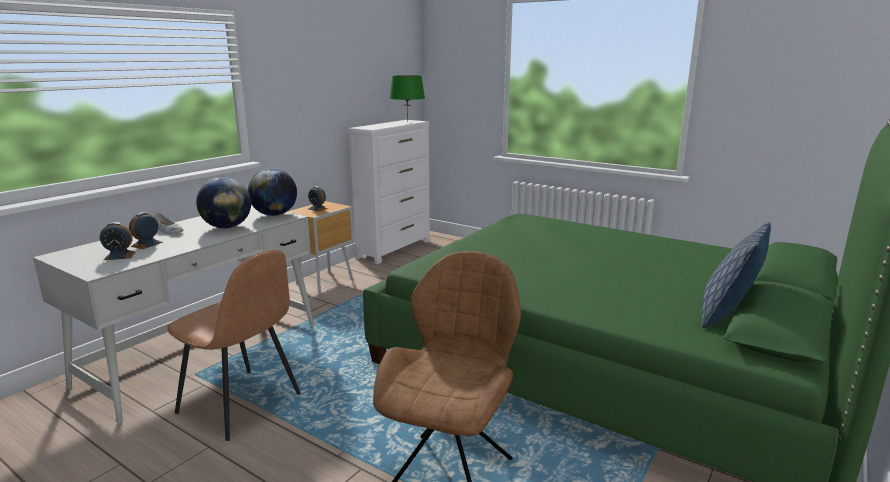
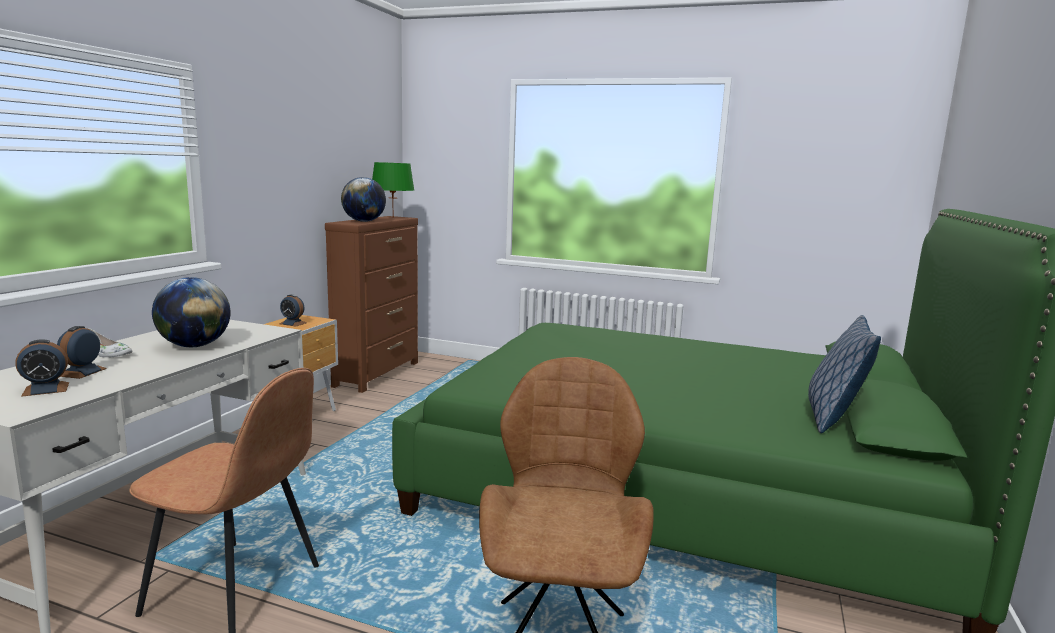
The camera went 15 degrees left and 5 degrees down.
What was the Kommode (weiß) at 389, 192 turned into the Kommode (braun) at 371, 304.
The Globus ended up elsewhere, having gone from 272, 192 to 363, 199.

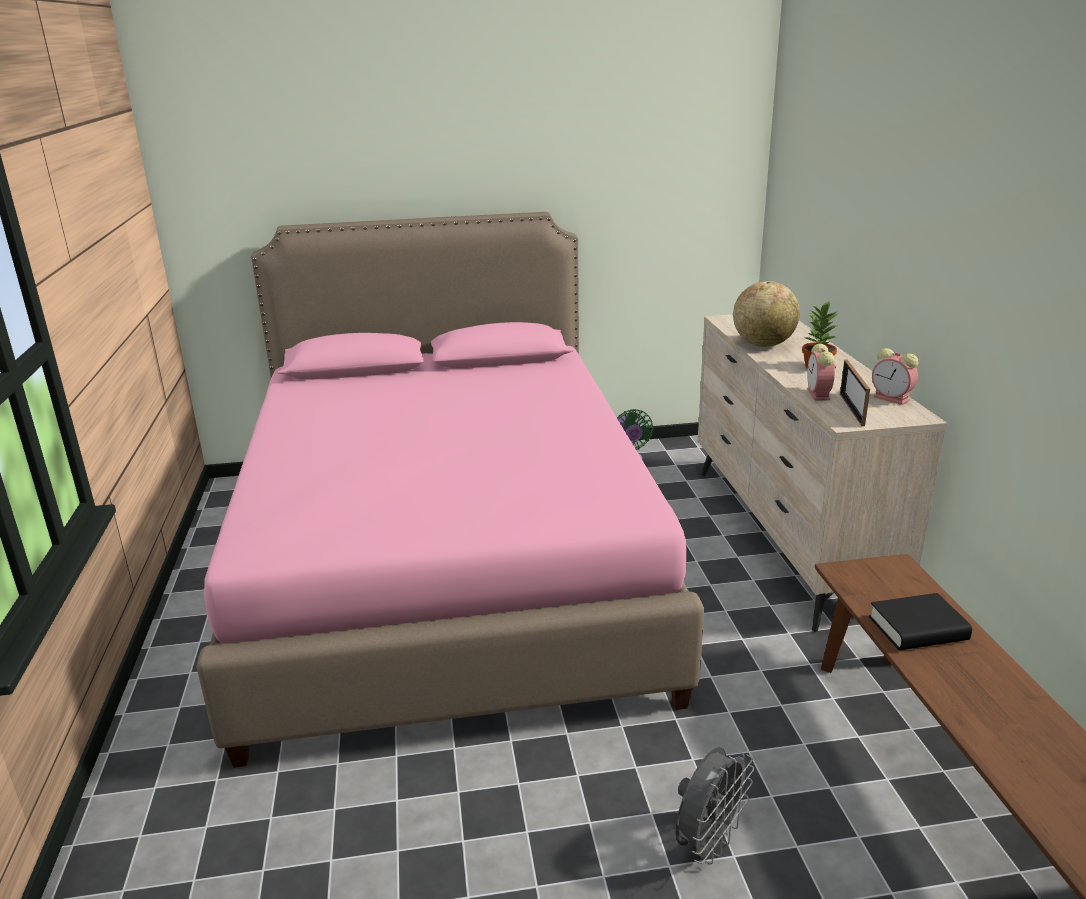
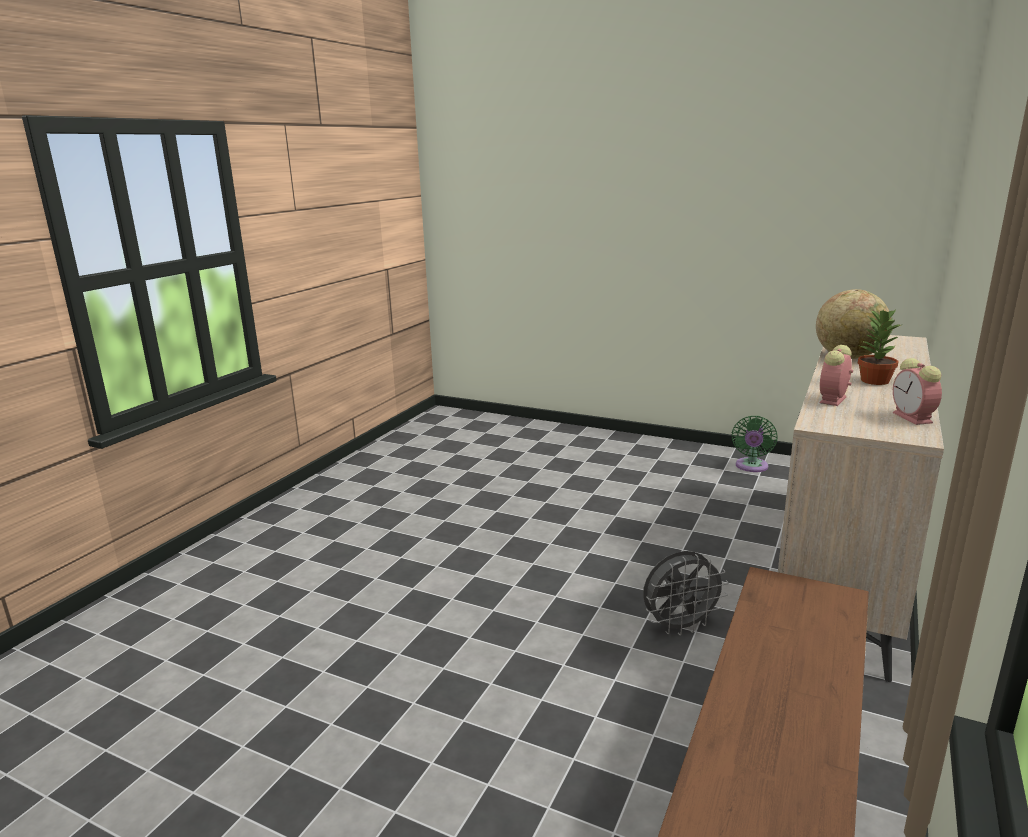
The camera went 35 degrees right and 5 degrees down.
The Ventilator (grau) ended up elsewhere, having gone from 715, 805 to 686, 593.
The second view lost the Bett (rosa) at 450, 490.
The second view lost the Bilderrahmen at 855, 393.
The second view lost the Buch (schwarz) at 920, 621.

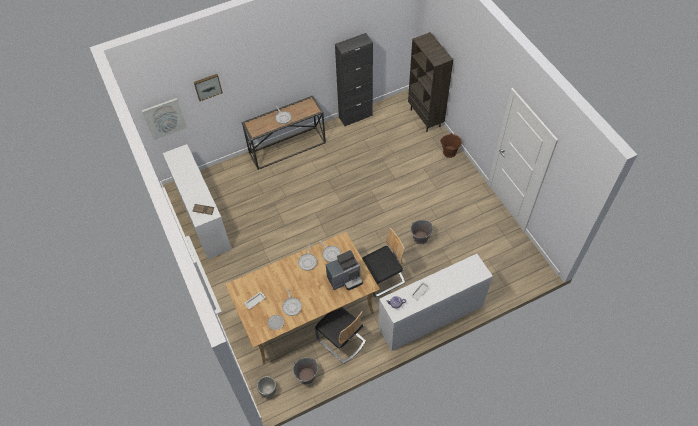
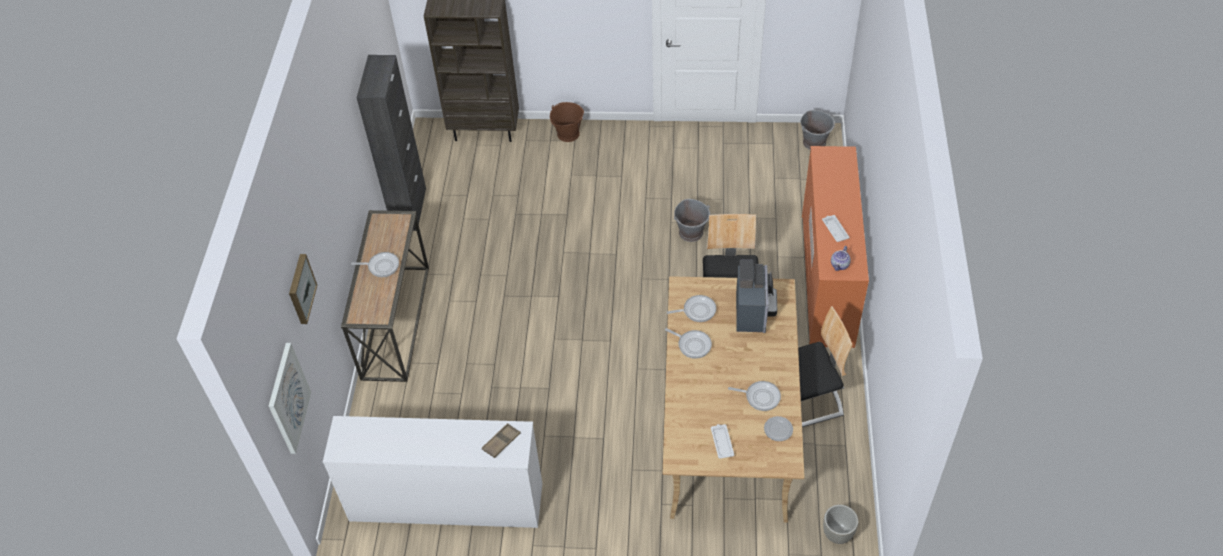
The camera went 60 degrees left and 5 degrees down.
The Eimer (grau) ended up elsewhere, having gone from 305, 371 to 818, 130.
What was the Kommode (weiß) at 436, 302 turned into the Kommode (orange) at 835, 247.

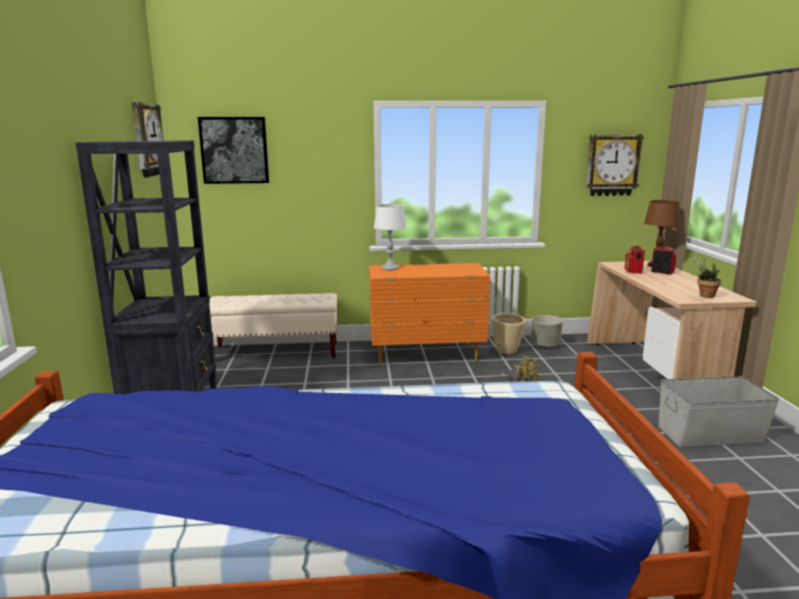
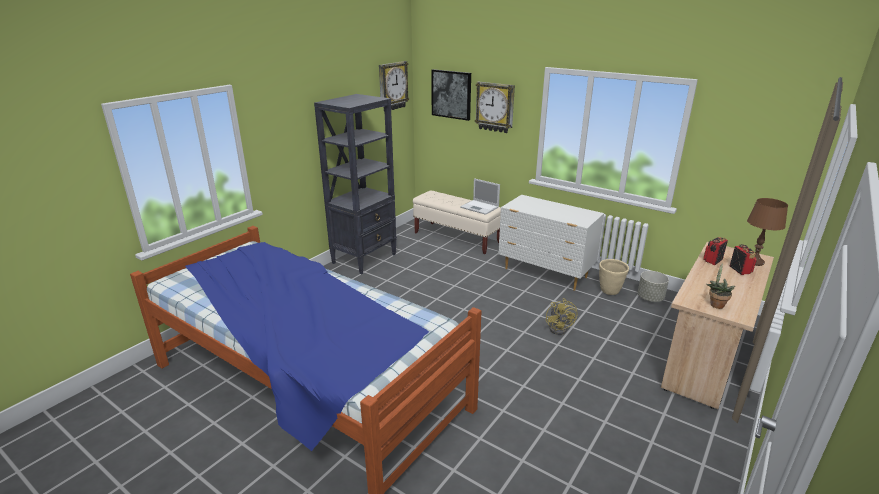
The camera went 40 degrees right and 10 degrees up.
The second view gained the Laptop at 480, 196.
The Wanduhr ended up elsewhere, having gone from 614, 165 to 495, 107.
What was the Kommode (orange) at 429, 314 turned into the Kommode (weiß) at 551, 243.
The second view lost the Tischlampe (weiß) at 390, 237.
The second view lost the Aufbewahrungsbox (grau) at 719, 411.

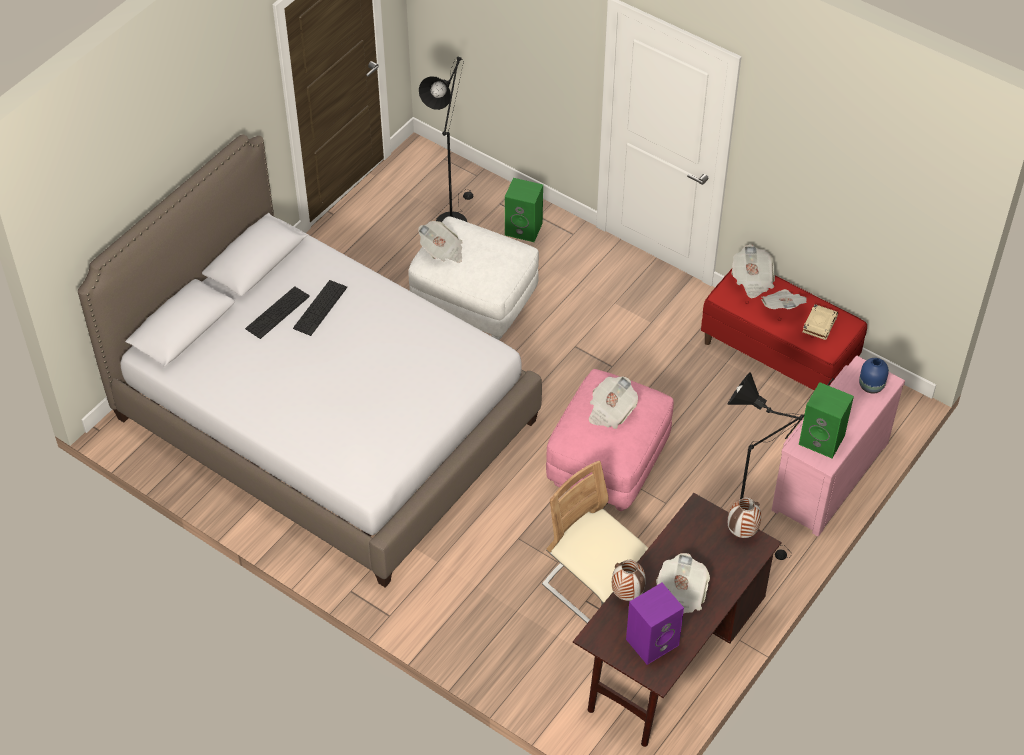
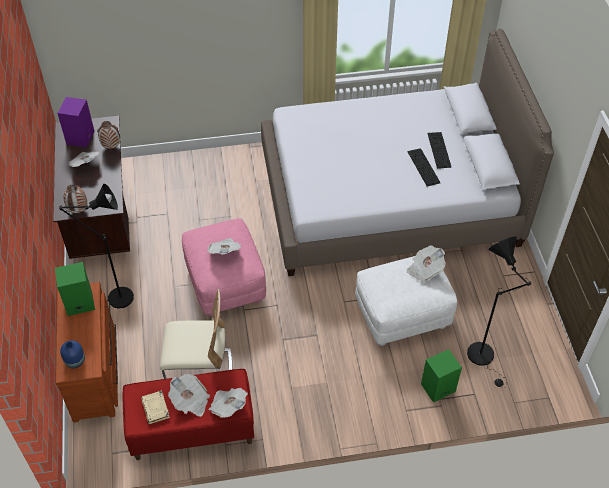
The camera went 135 degrees right and 0 degrees up.
What was the Kommode (rosa) at 838, 446 turned into the Kommode (braun) at 87, 352.
The Stuhl (beige) ended up elsewhere, having gone from 595, 542 to 196, 334.

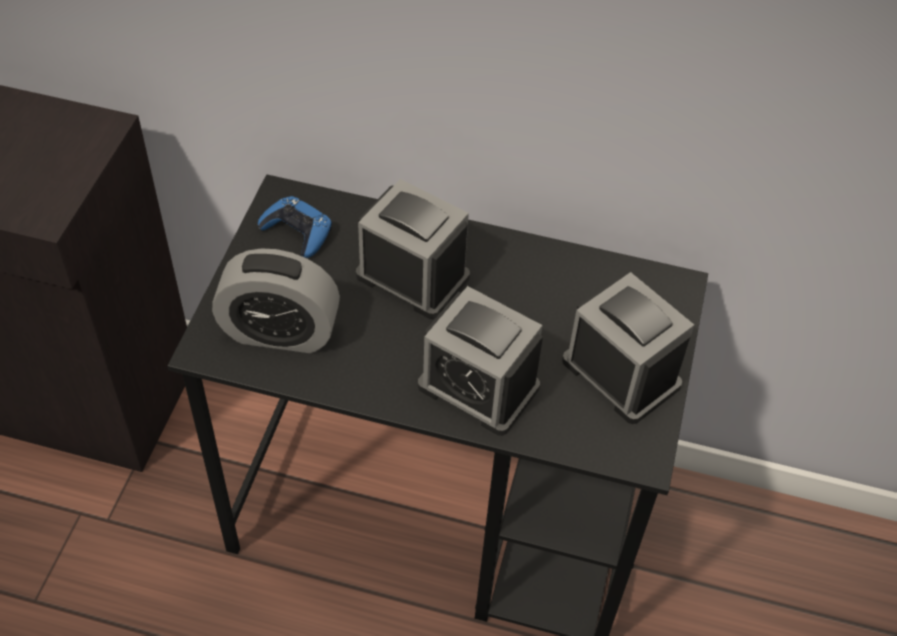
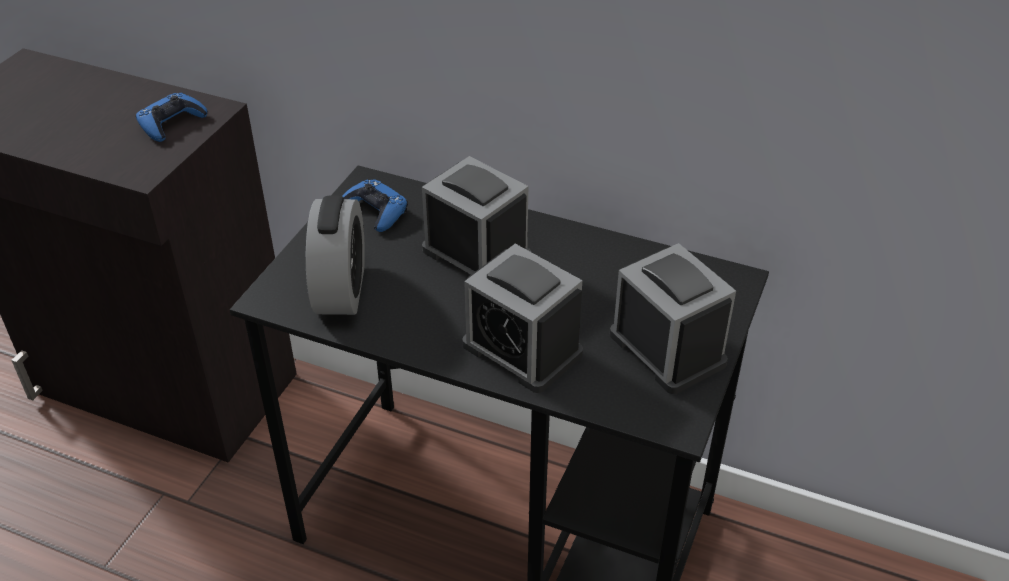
The camera went 10 degrees right and 10 degrees down.
The second view gained the Gamepad (blau) at 171, 117.
The Wecker at 276, 300 ended up facing another way, 105 degrees counterclockwise from before.

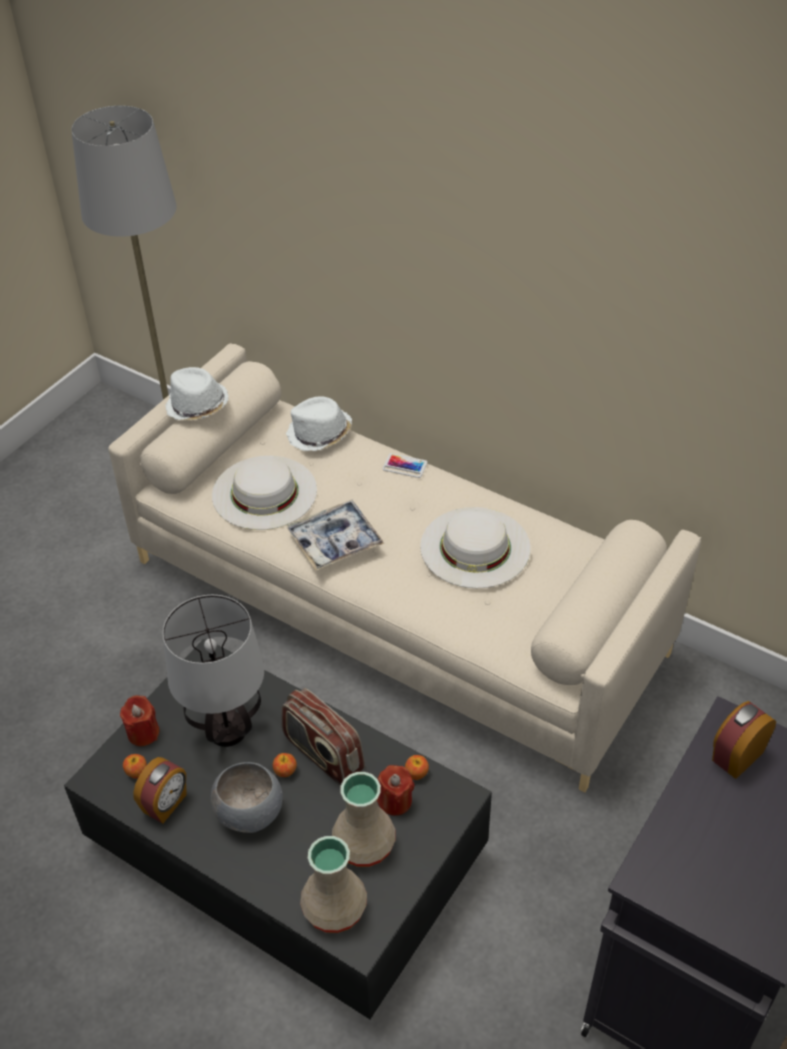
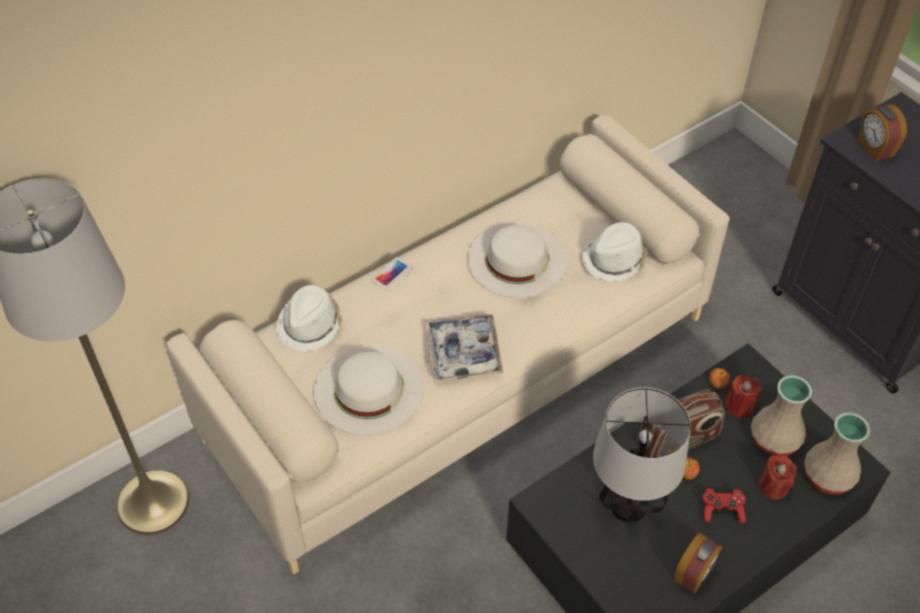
The camera went 70 degrees left and 5 degrees up.
The Hut (weiß) ended up elsewhere, having gone from 197, 394 to 614, 252.
The Wecker at 160, 790 ended up facing another way, 75 degrees clockwise from before.
Where the Schüssel (grau) stood at 246, 797, the Gamepad (rot) came to stand at 724, 505.
The Kerze (rot) ended up elsewhere, having gone from 139, 720 to 777, 478.
The second view lost the Apfel at 135, 766.

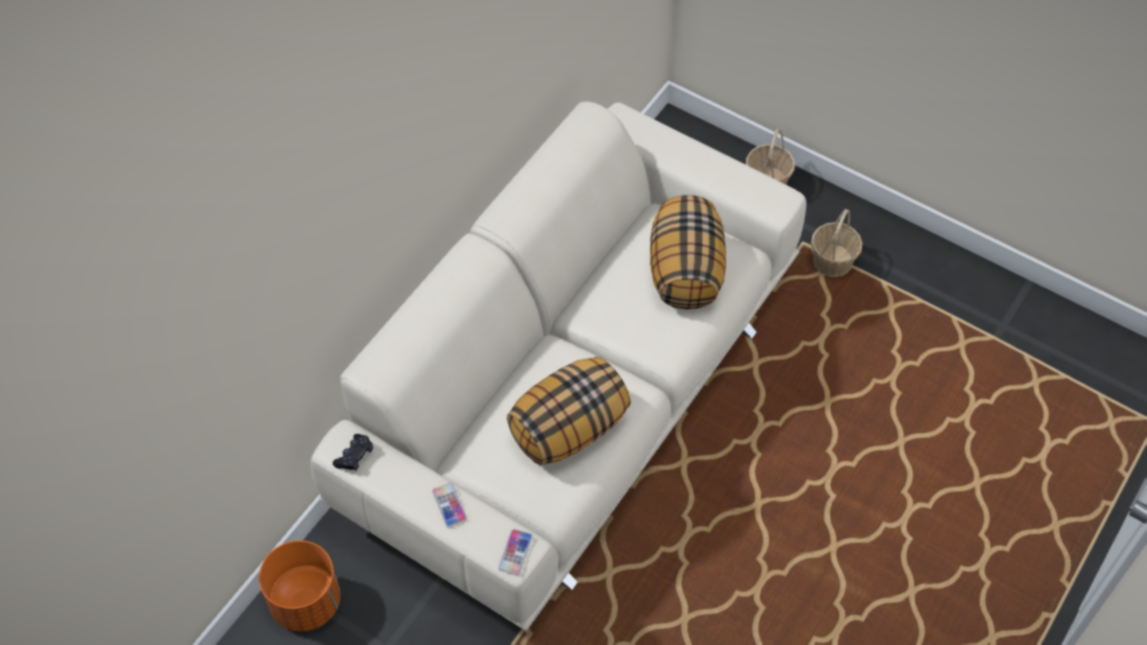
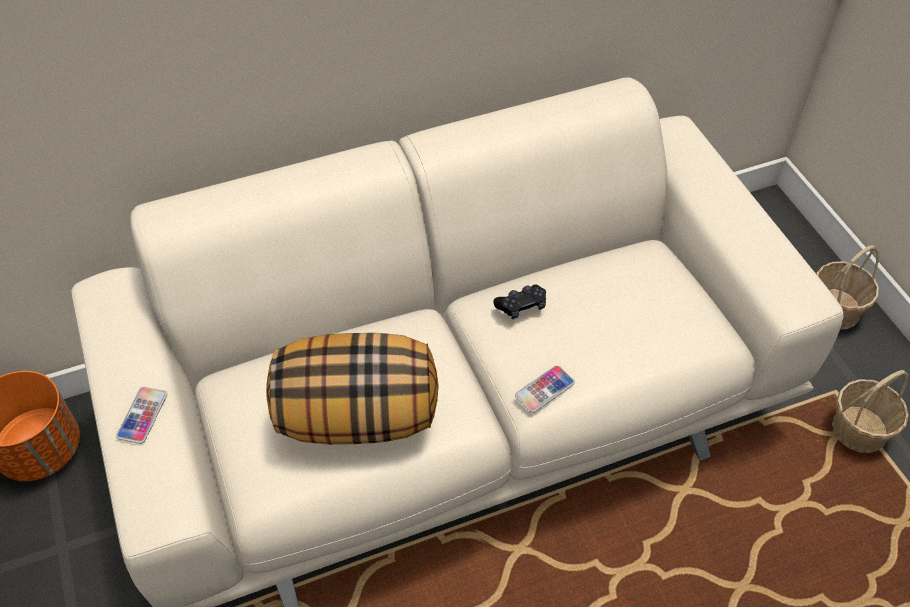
The camera went 35 degrees right and 5 degrees down.
The Gamepad (schwarz) ended up elsewhere, having gone from 353, 452 to 519, 301.
The Handy ended up elsewhere, having gone from 515, 552 to 545, 389.
The second view lost the Kissen at 688, 252.

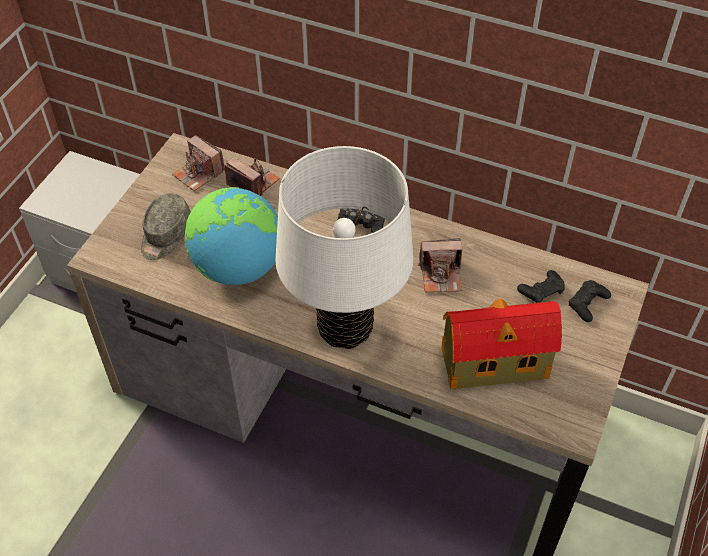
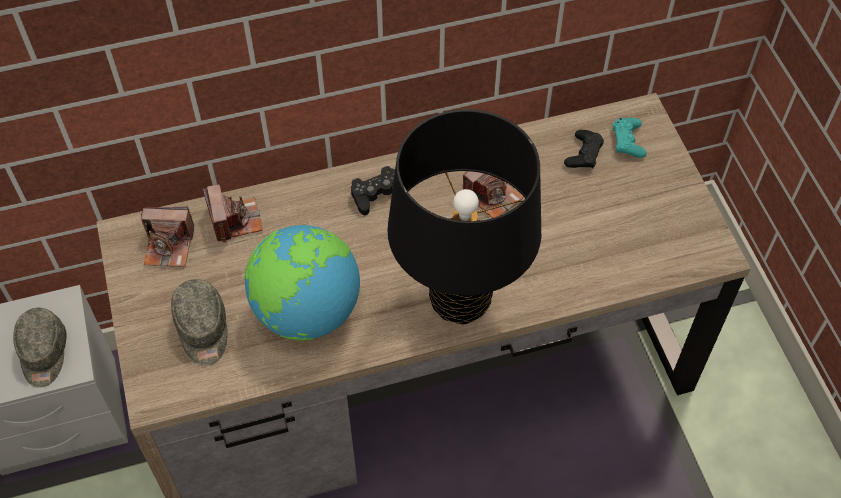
The camera went 40 degrees left and 5 degrees up.
The second view gained the Kappe (grau) at 40, 348.
The Kamera at 252, 176 ended up facing another way, 75 degrees clockwise from before.
What was the Tischlampe (weiß) at 344, 247 turned into the Tischlampe (schwarz) at 464, 216.
What was the Gamepad (schwarz) at 590, 301 turned into the Gamepad (türkis) at 630, 138.
The second view lost the Spielzeughaus at 501, 344.

